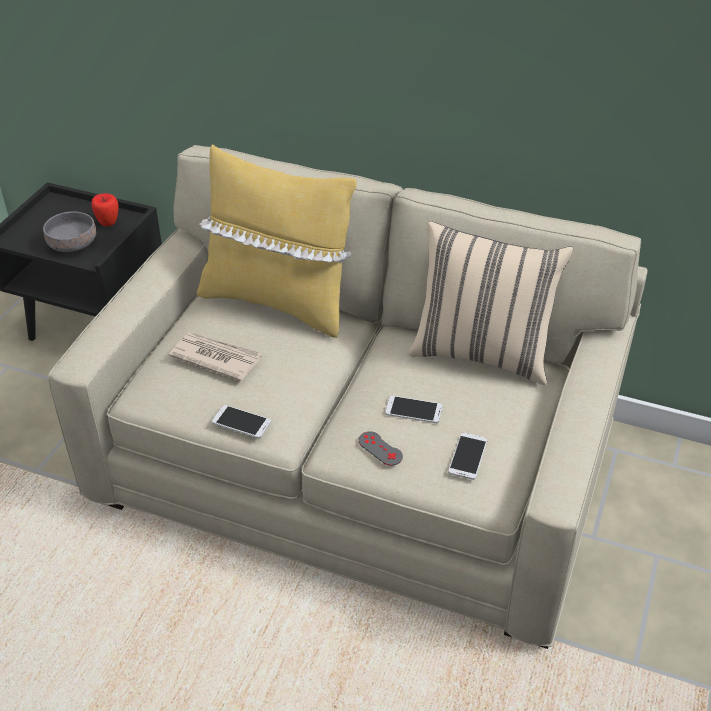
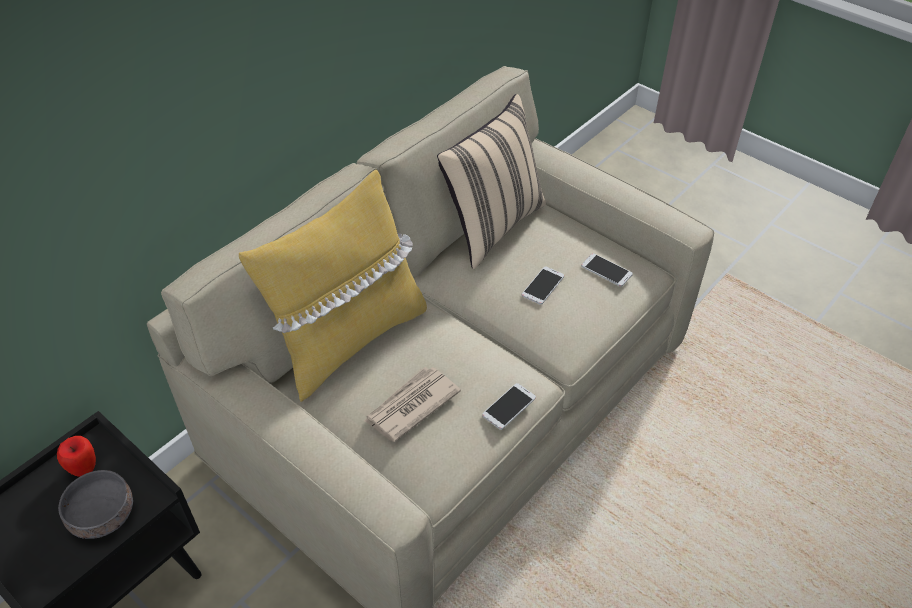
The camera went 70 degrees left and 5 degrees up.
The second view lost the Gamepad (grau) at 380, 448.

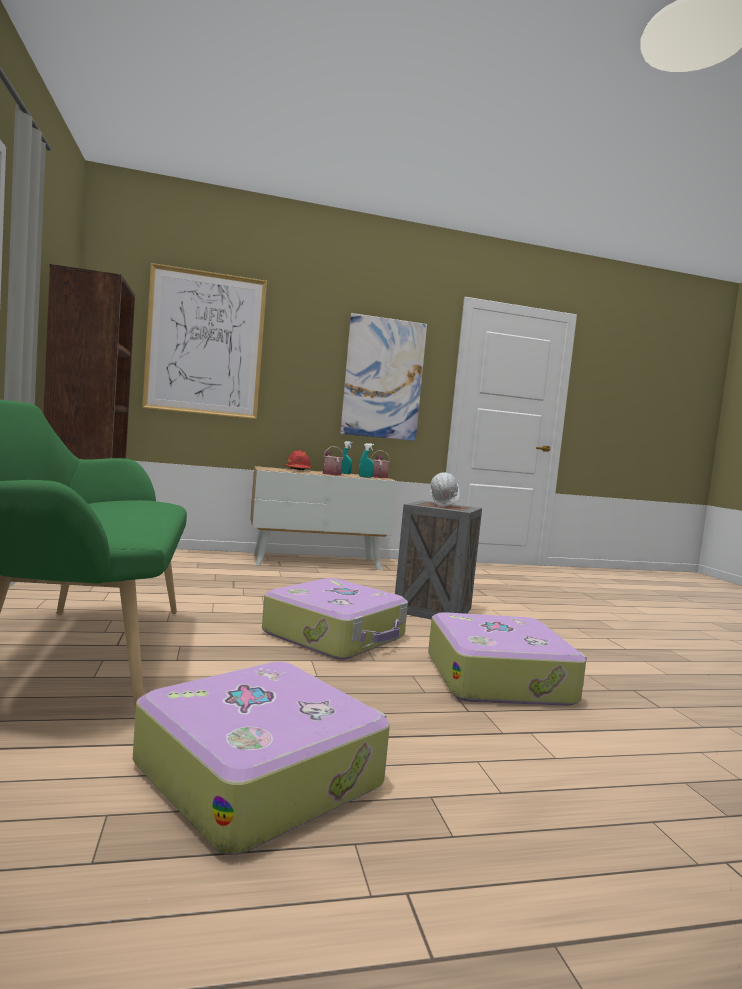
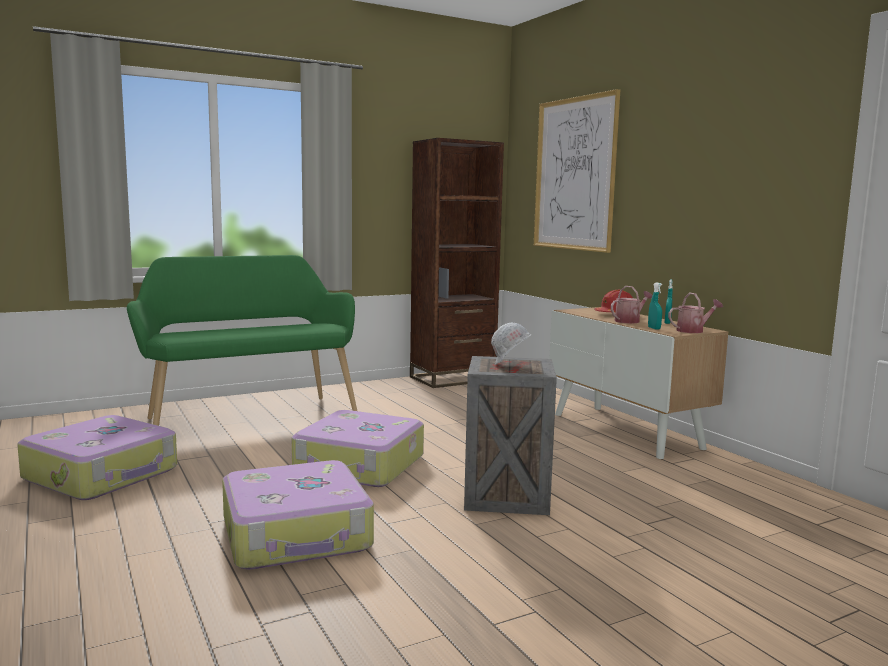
The camera went 75 degrees right and 5 degrees up.
The second view lost the Bild at 383, 377.

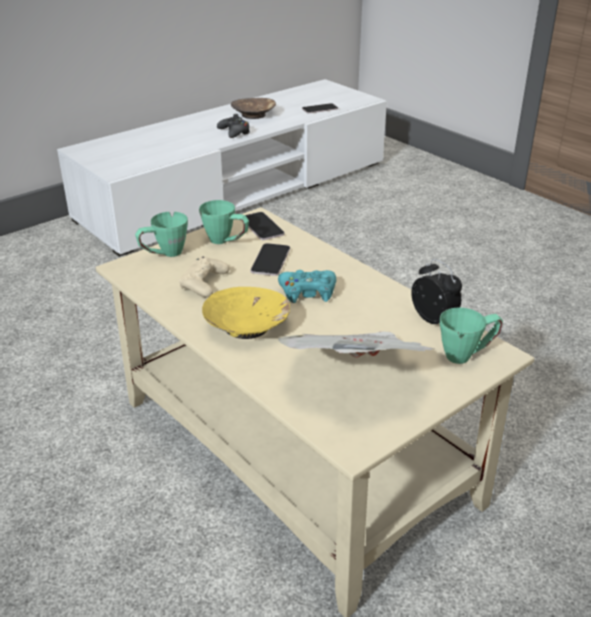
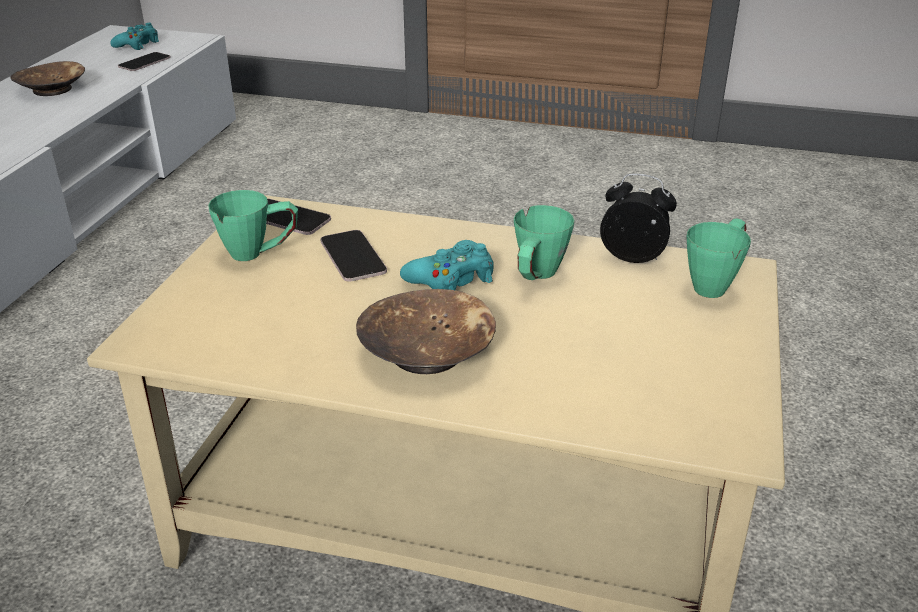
The camera went 35 degrees left and 0 degrees up.
The second view gained the Gamepad (türkis) at 134, 36.
What was the Schüssel (gelb) at 246, 313 turned into the Schüssel (braun) at 426, 331.
The Henkelbecher (grün) ended up elsewhere, having gone from 161, 234 to 544, 242.
The second view lost the Gamepad (beige) at 204, 277.
The second view lost the Gamepad (schwarz) at 233, 126.
The second view lost the Zeitung at 356, 344.

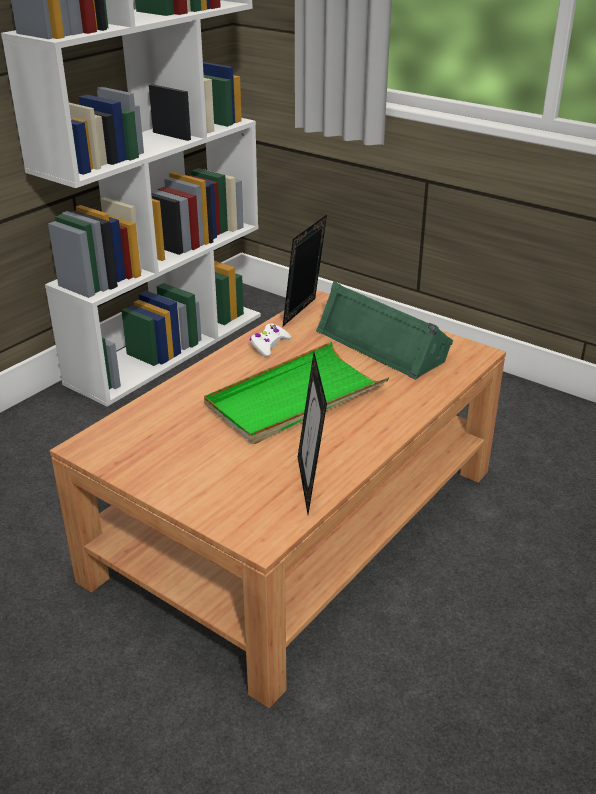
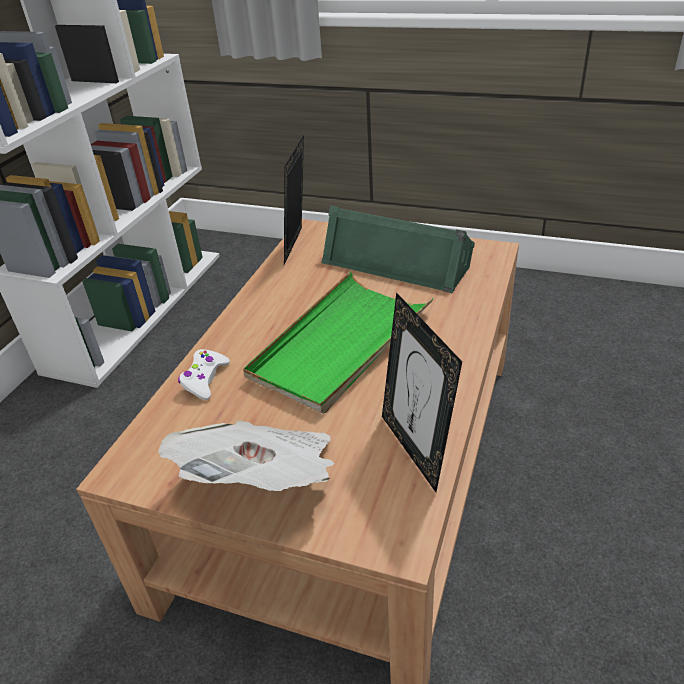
The camera went 15 degrees left and 5 degrees up.
The second view gained the Zeitung at 247, 455.
The Gamepad (weiß) ended up elsewhere, having gone from 270, 340 to 204, 374.

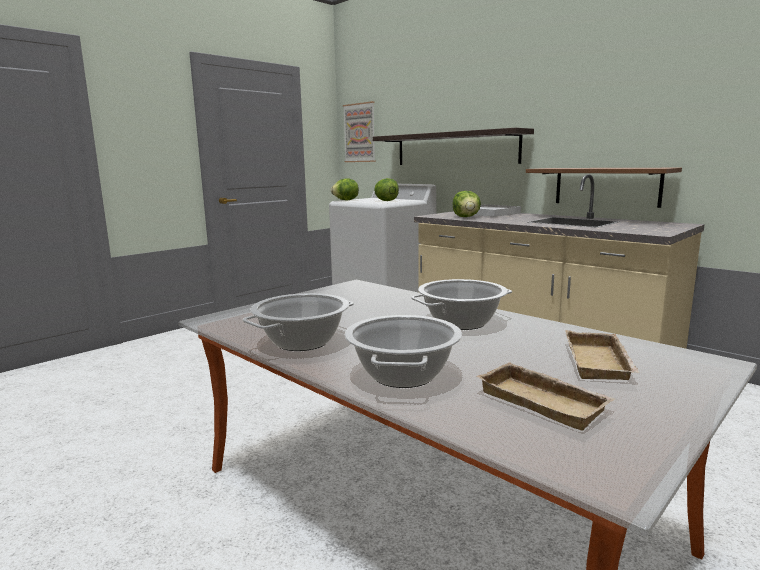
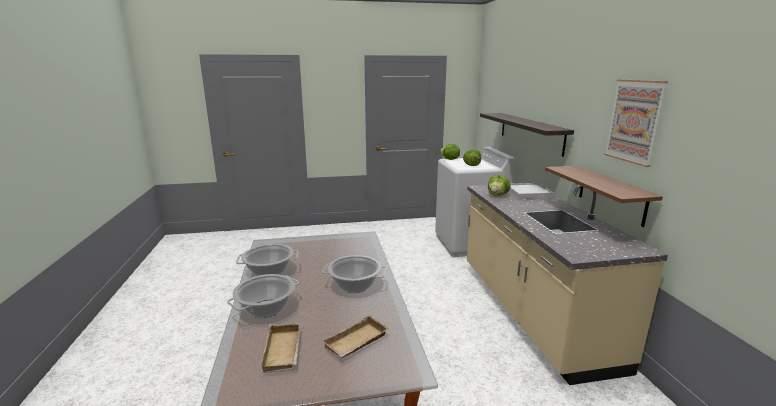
The camera went 35 degrees right and 5 degrees up.
The Bild ended up elsewhere, having gone from 359, 131 to 636, 123.

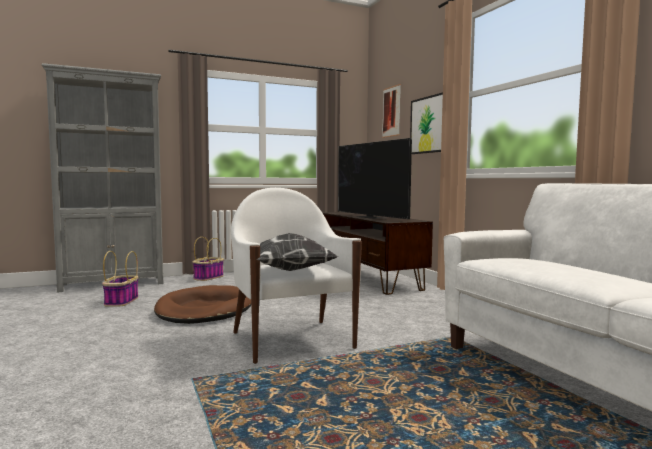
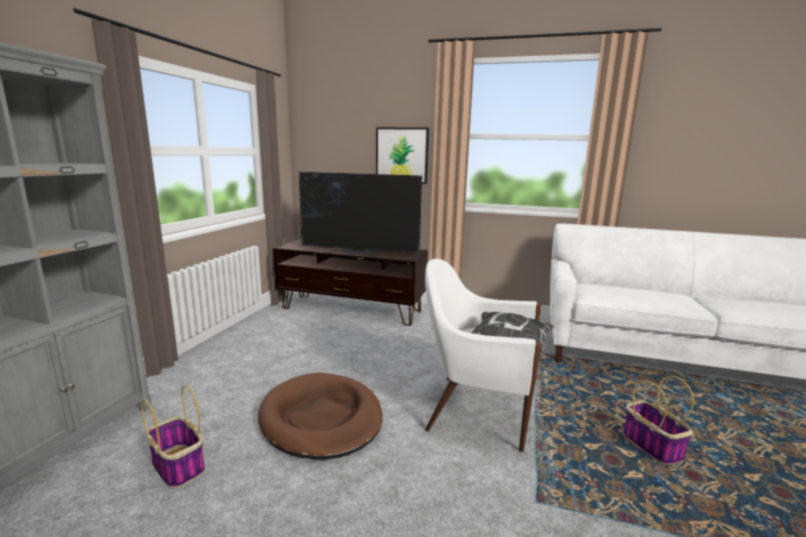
The camera went 50 degrees left and 10 degrees up.
The Korb ended up elsewhere, having gone from 208, 259 to 658, 420.
The second view lost the Bild at 391, 111.

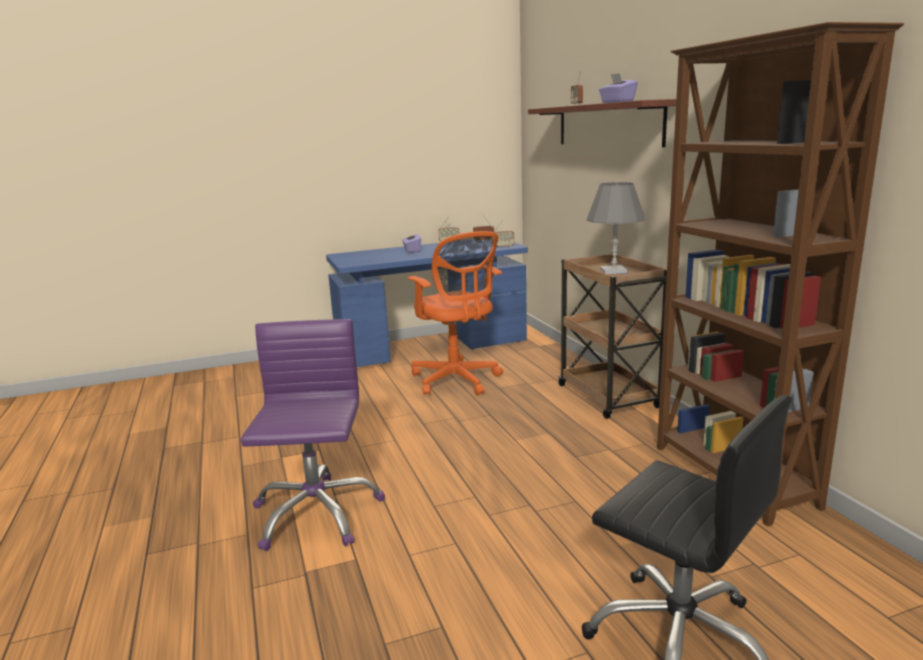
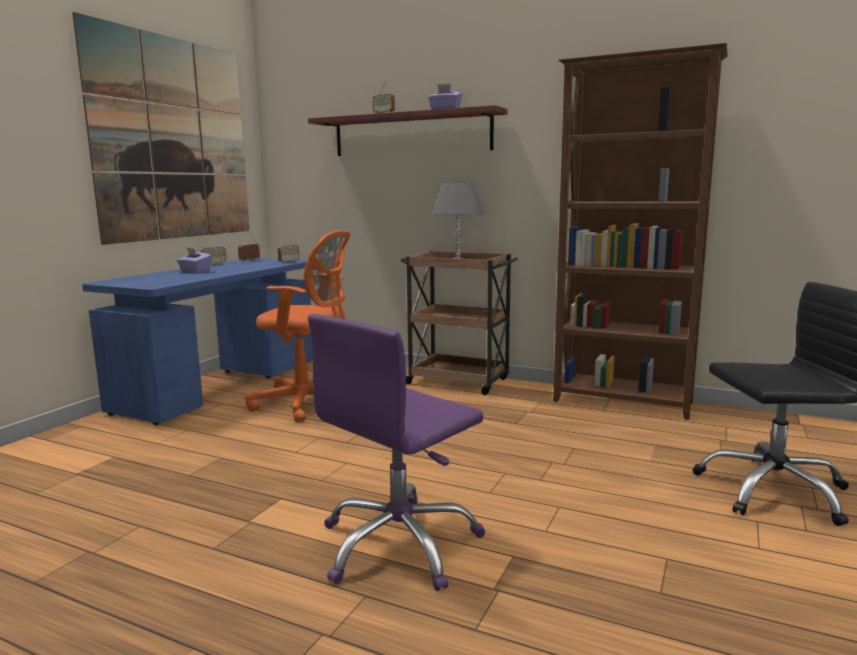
The camera went 45 degrees left and 5 degrees down.
The second view gained the Bild at 161, 128.
The Bürostuhl (lila) at 313, 435 ended up facing another way, 90 degrees counterclockwise from before.

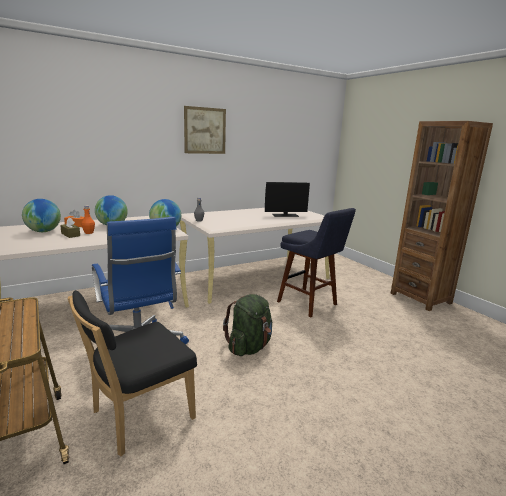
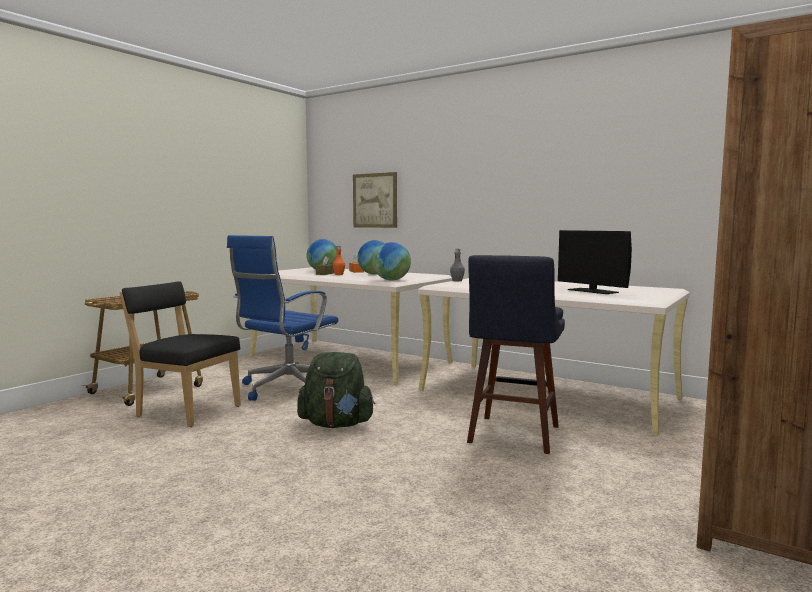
The camera went 65 degrees right and 10 degrees down.
The Bild ended up elsewhere, having gone from 205, 130 to 375, 200.

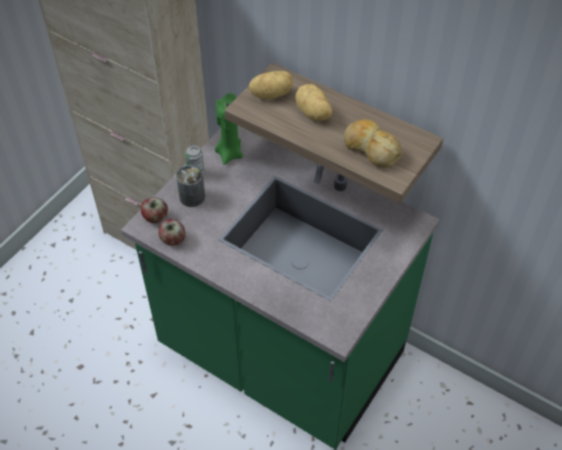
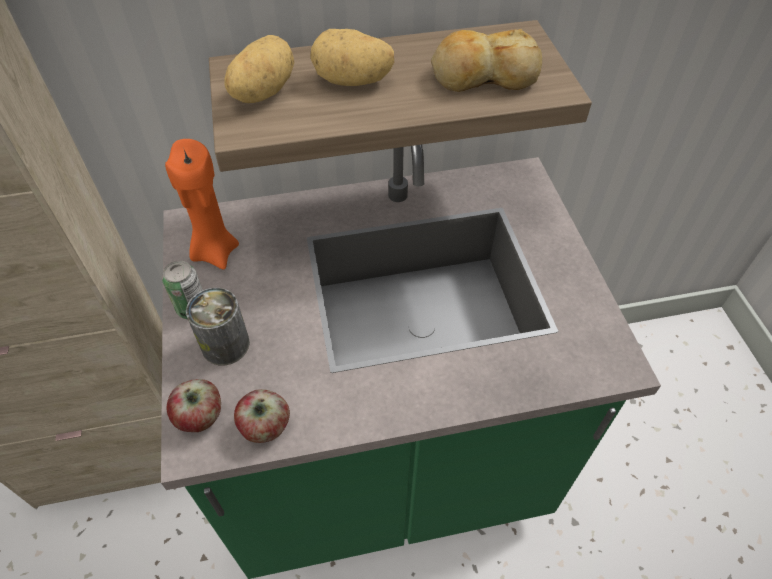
The camera went 45 degrees left and 0 degrees up.
What was the Kerze (grün) at 229, 129 turned into the Kerze (orange) at 202, 204.

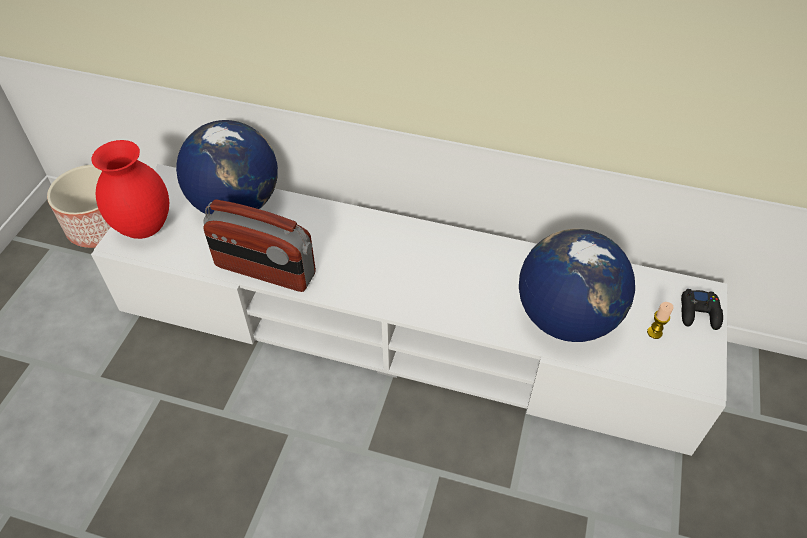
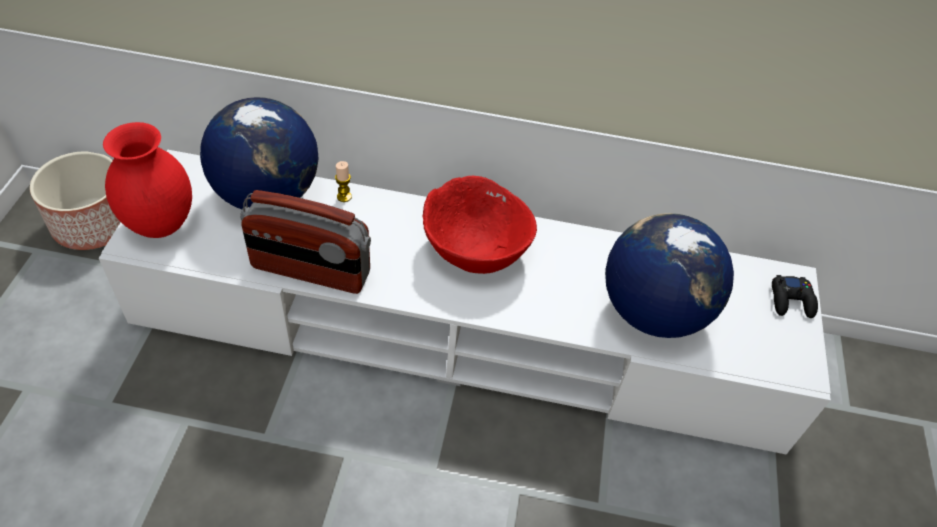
The camera went 10 degrees left and 0 degrees up.
The Kerze ended up elsewhere, having gone from 660, 320 to 343, 181.
The second view gained the Schüssel (rot) at 479, 225.

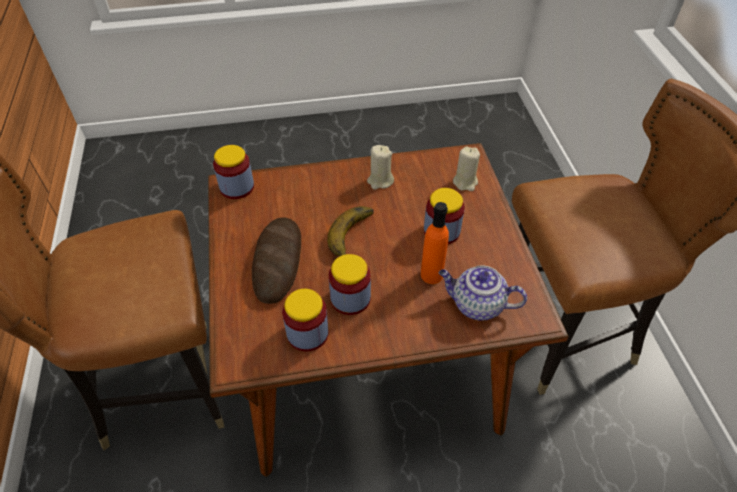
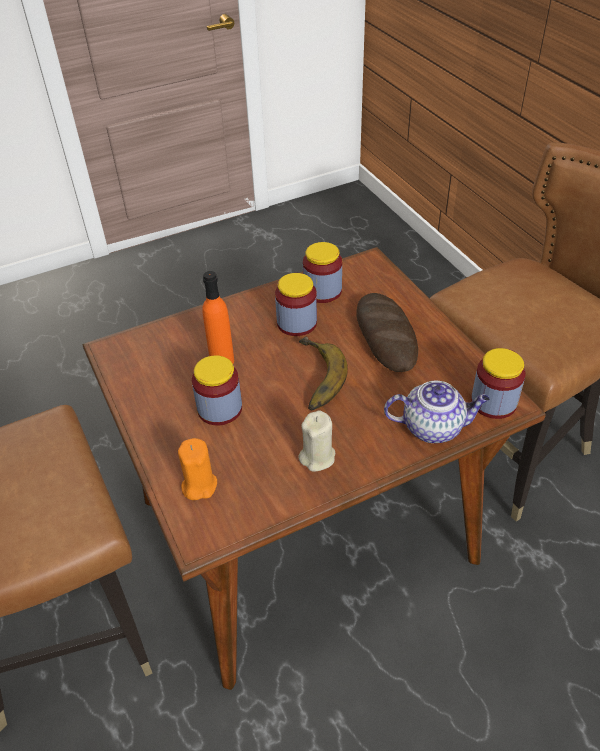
The camera went 165 degrees right and 5 degrees down.
What was the Kerze (beige) at 466, 168 turned into the Kerze (orange) at 197, 469.
The Teekanne ended up elsewhere, having gone from 483, 292 to 437, 411.

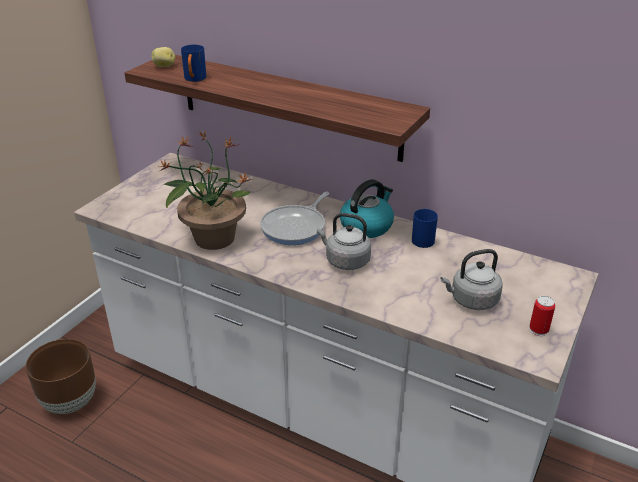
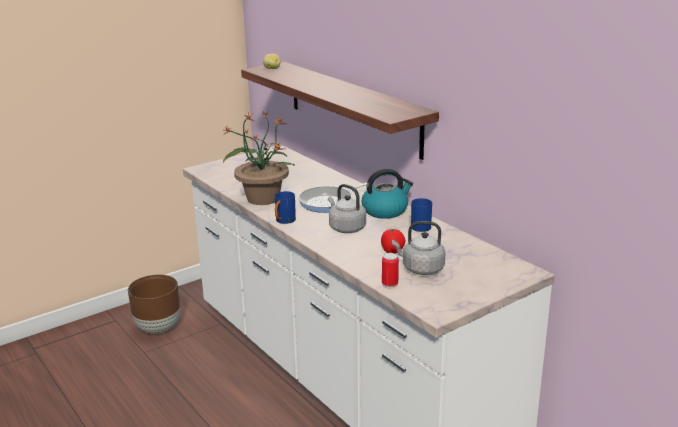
The camera went 25 degrees right and 10 degrees down.
The Henkelbecher (blau) ended up elsewhere, having gone from 193, 63 to 285, 207.
The second view gained the Tomate at 393, 241.
The Dose ended up elsewhere, having gone from 542, 316 to 390, 270.

